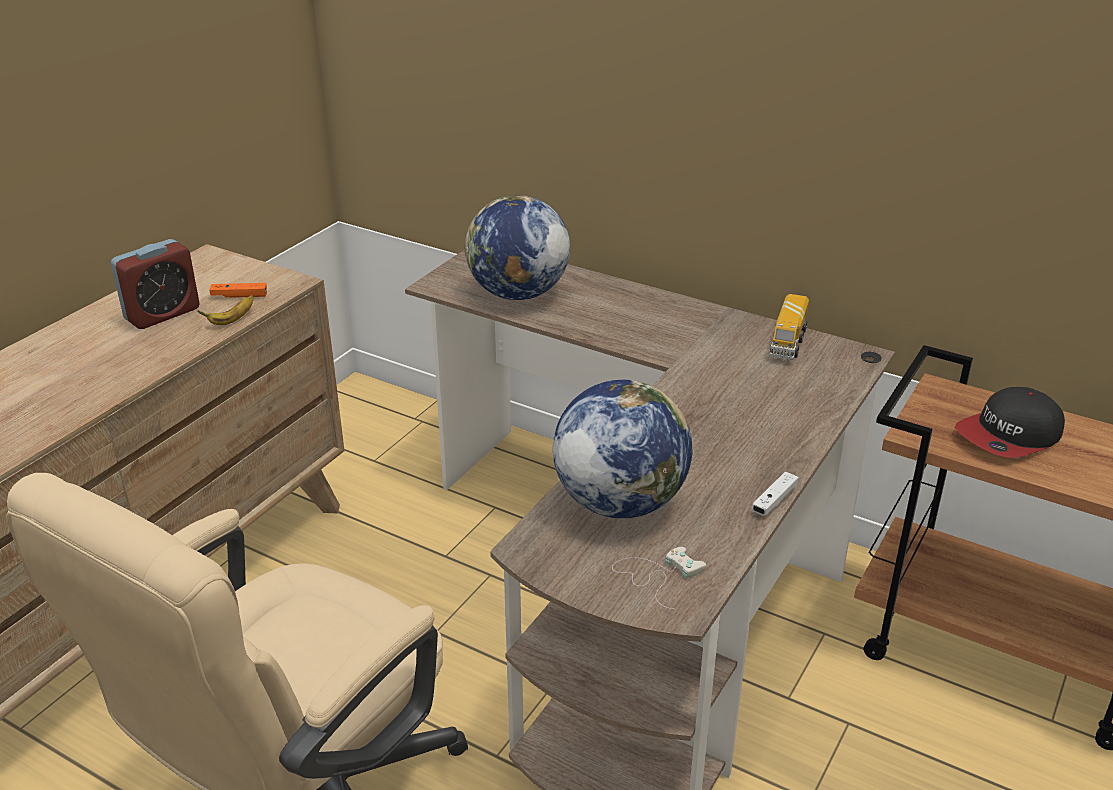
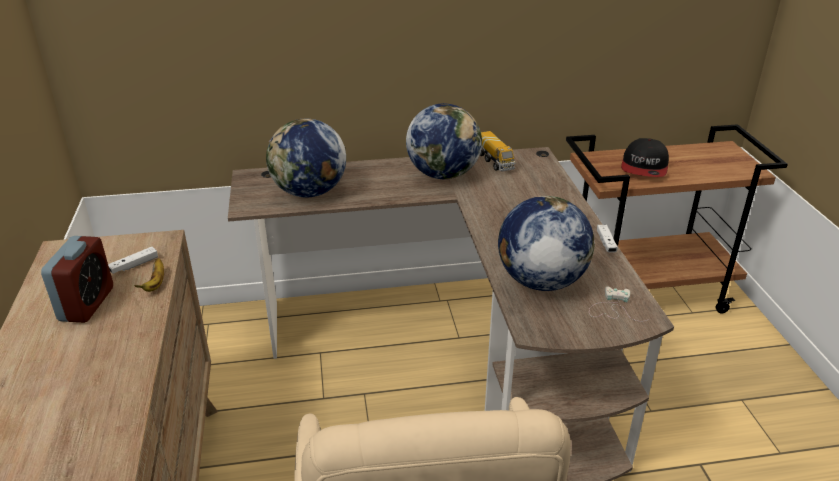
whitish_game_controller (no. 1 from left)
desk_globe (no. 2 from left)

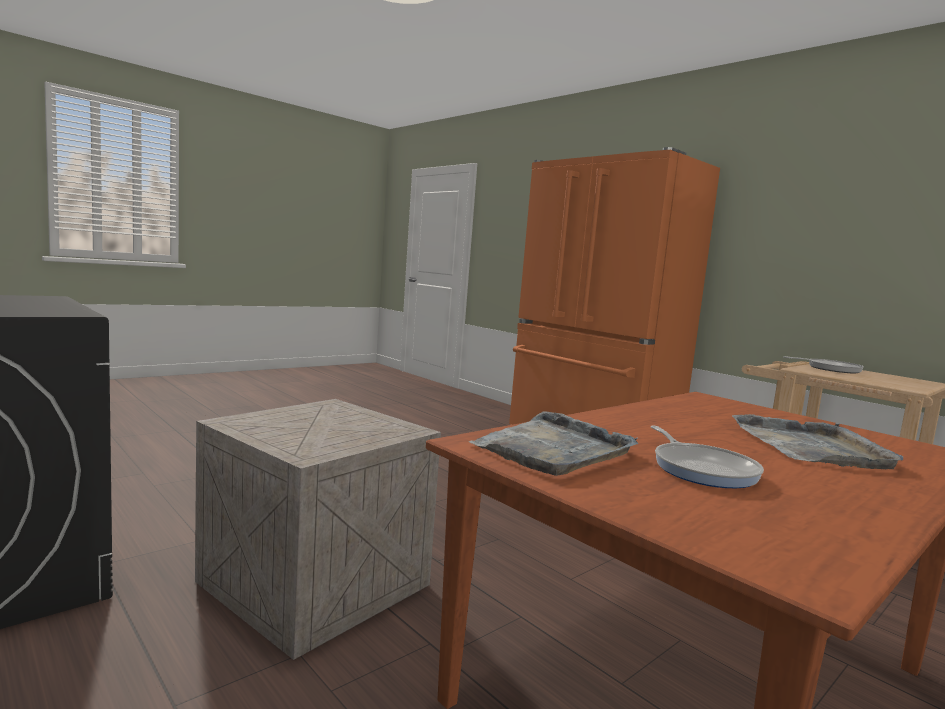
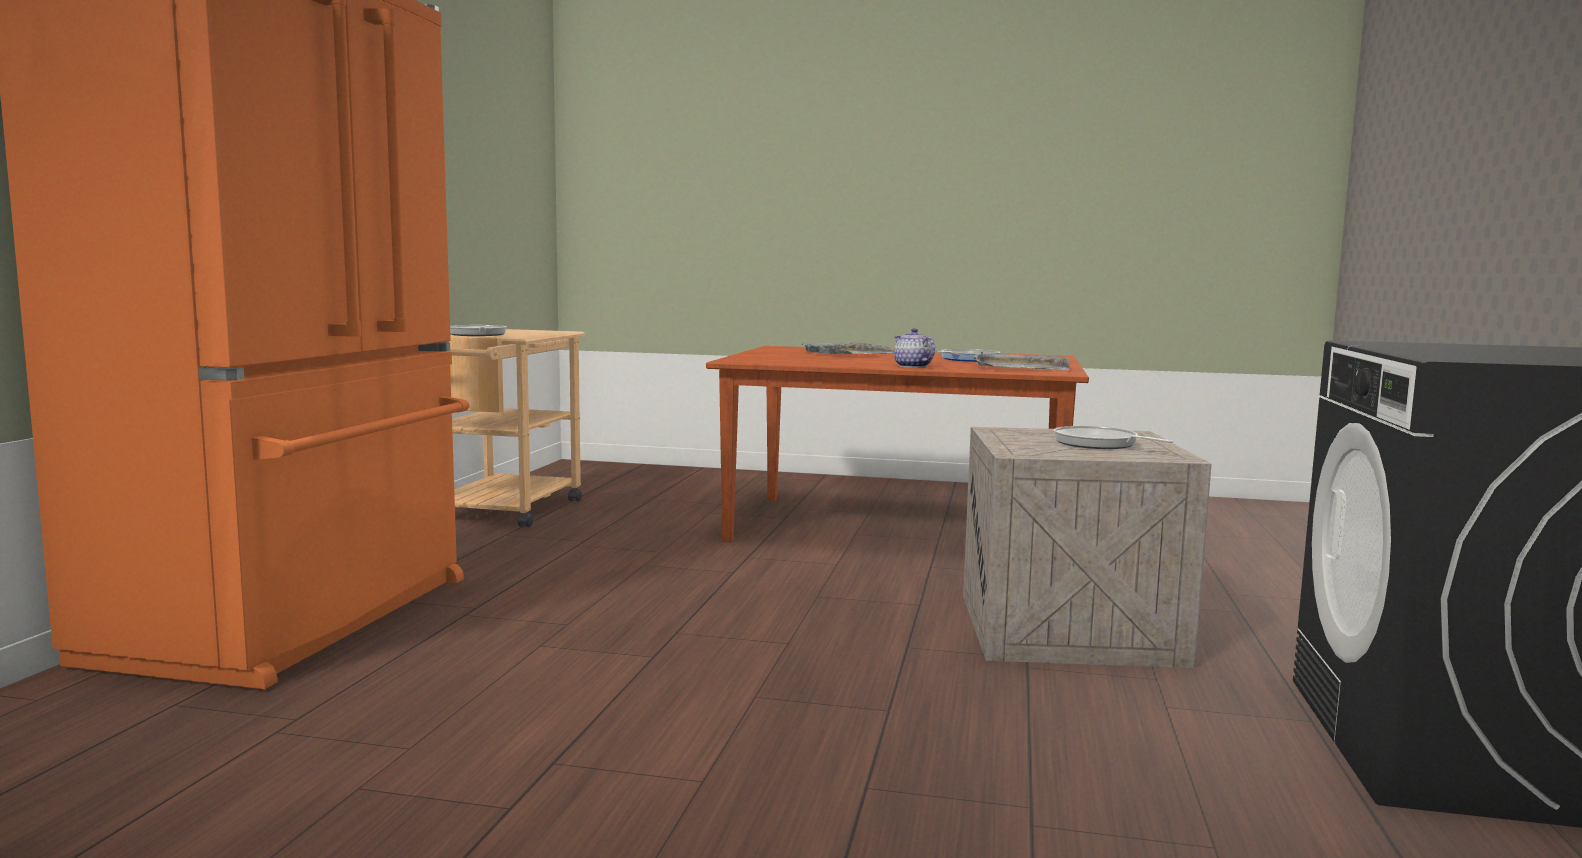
pot_for_tea
pan (no. 3 from left)

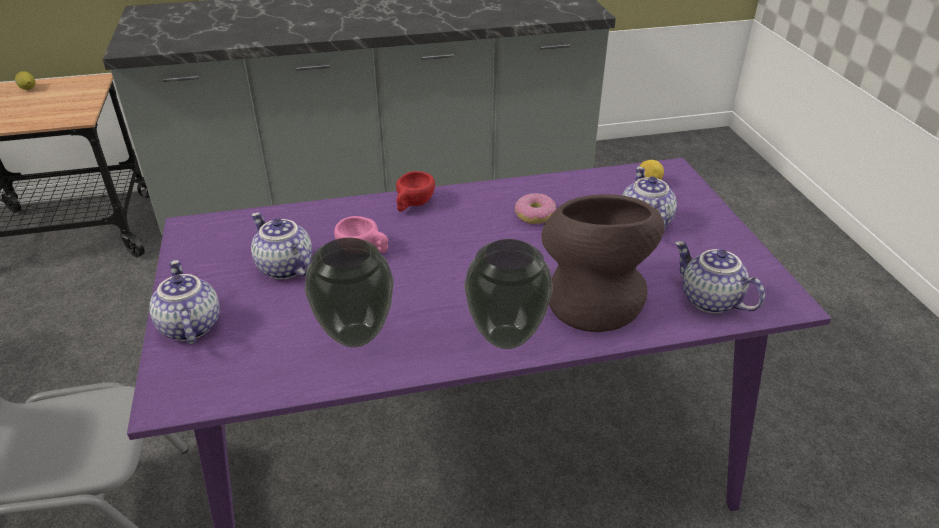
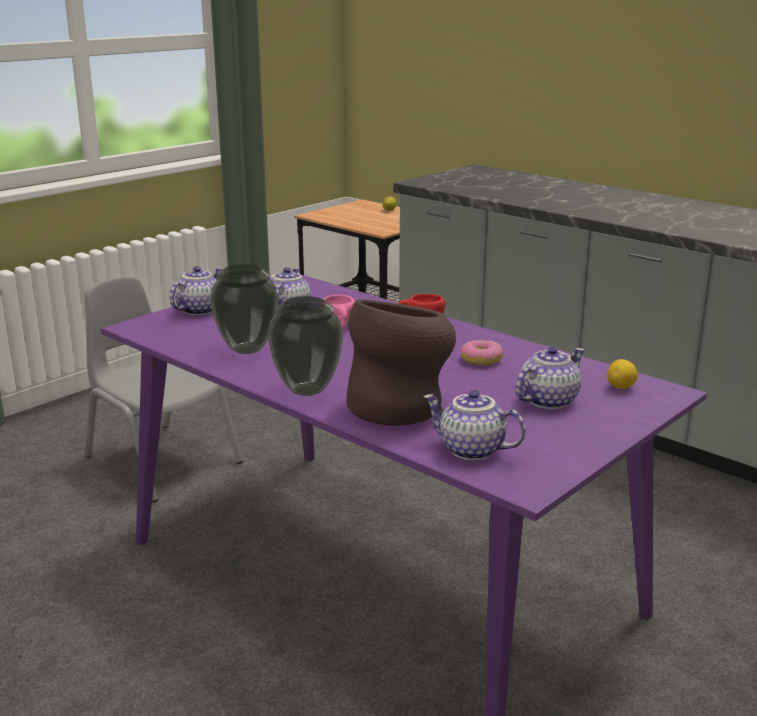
pot_for_tea (no. 3 from left)

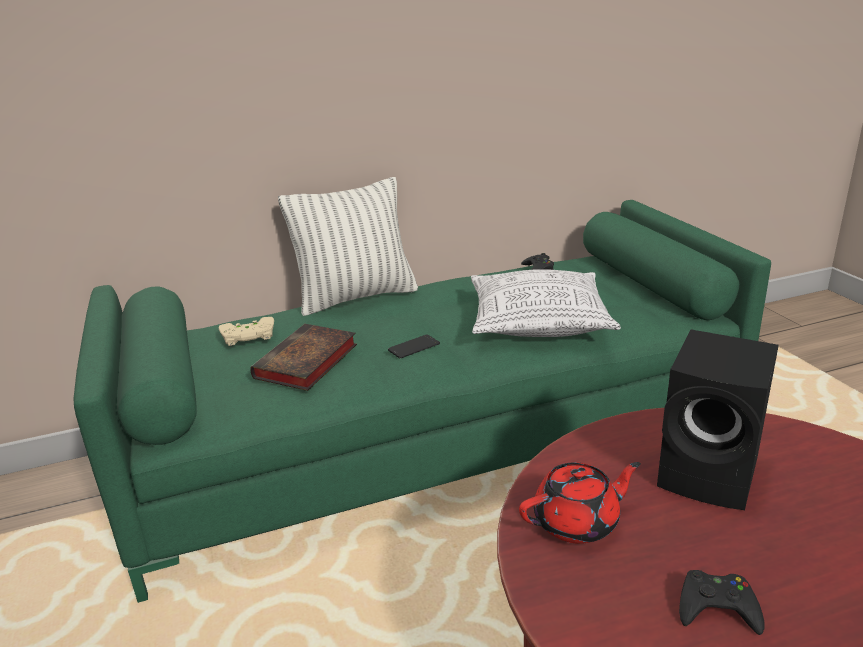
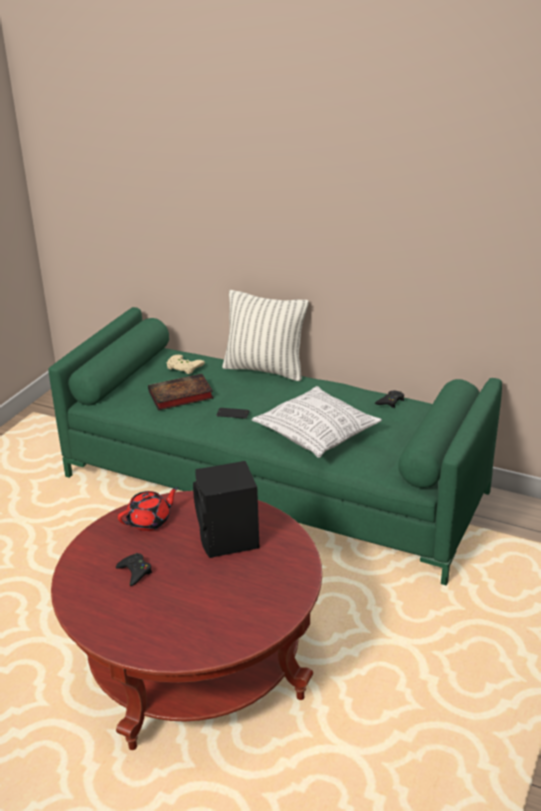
red-coloured_pot_for_tea

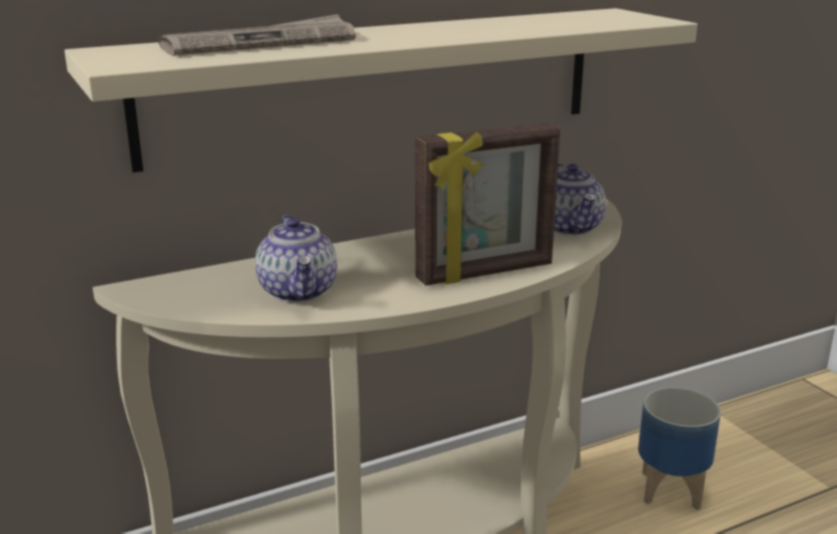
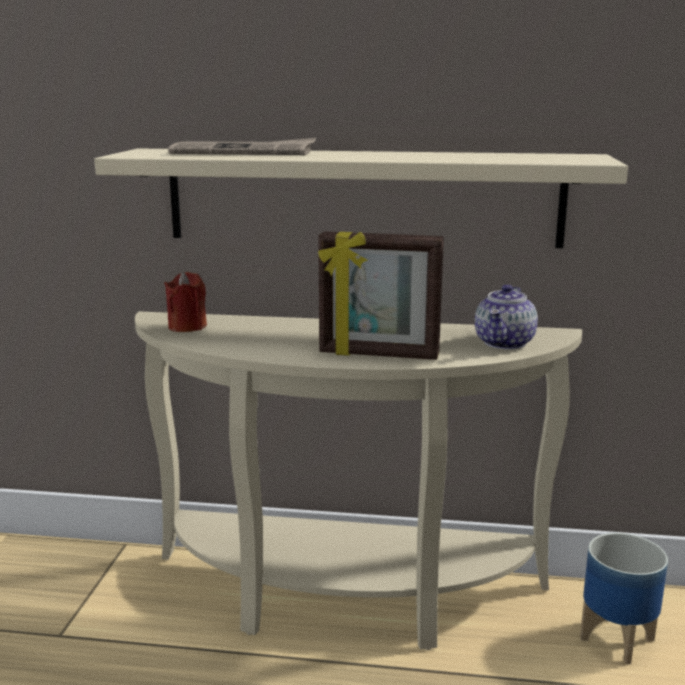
red-coloured_candle
pot_for_tea (no. 1 from left in the first image)

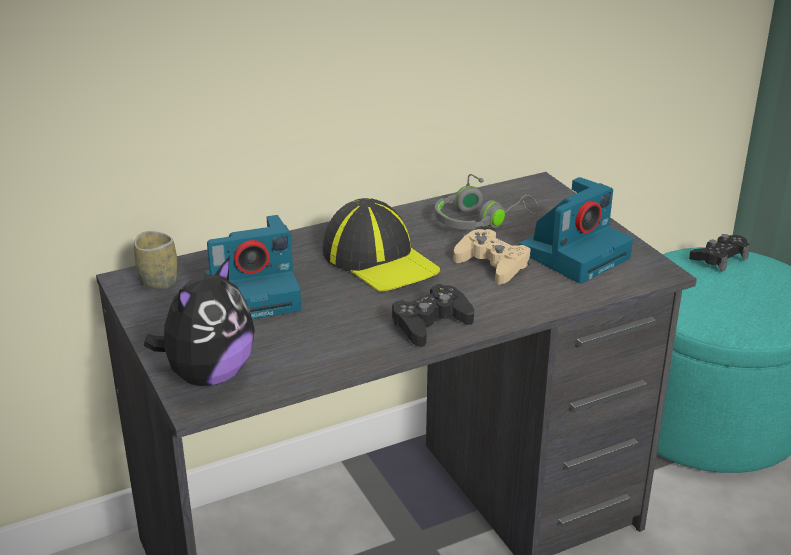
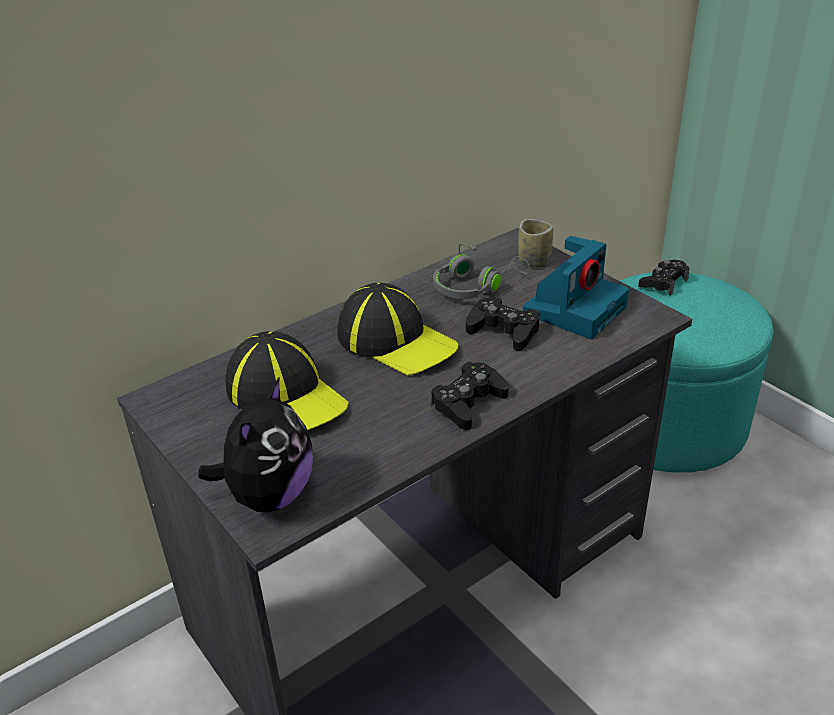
peaked_cap (no. 1 from left)
blackish_game_controller (no. 2 from left)
drinking_cup

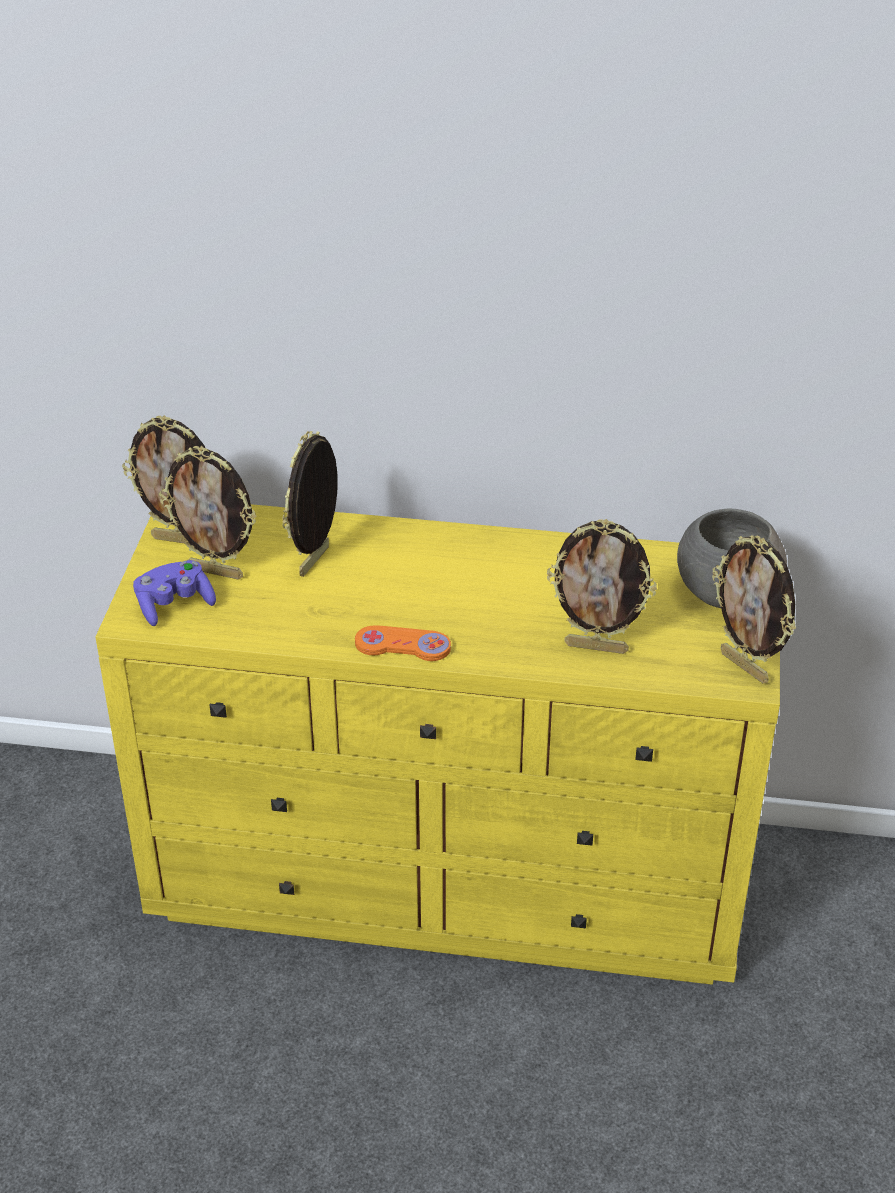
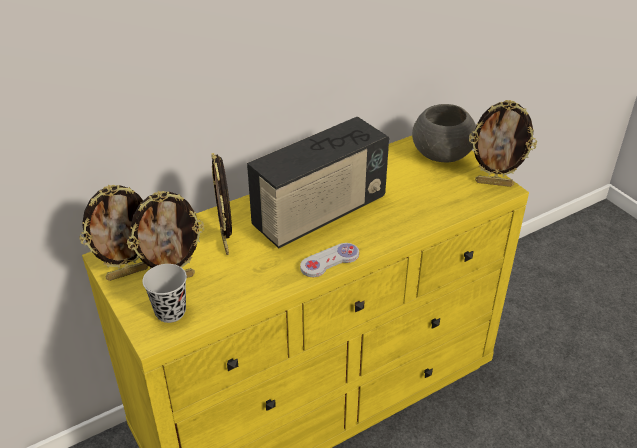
blackish_drinking_cup
radio
whitish_game_controller
photo_frame (no. 4 from left in the first image)

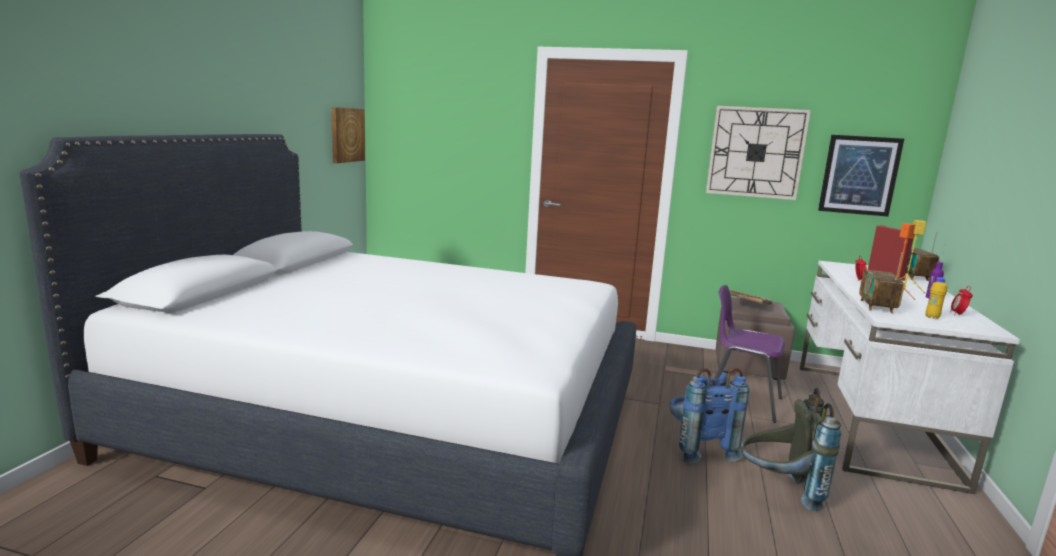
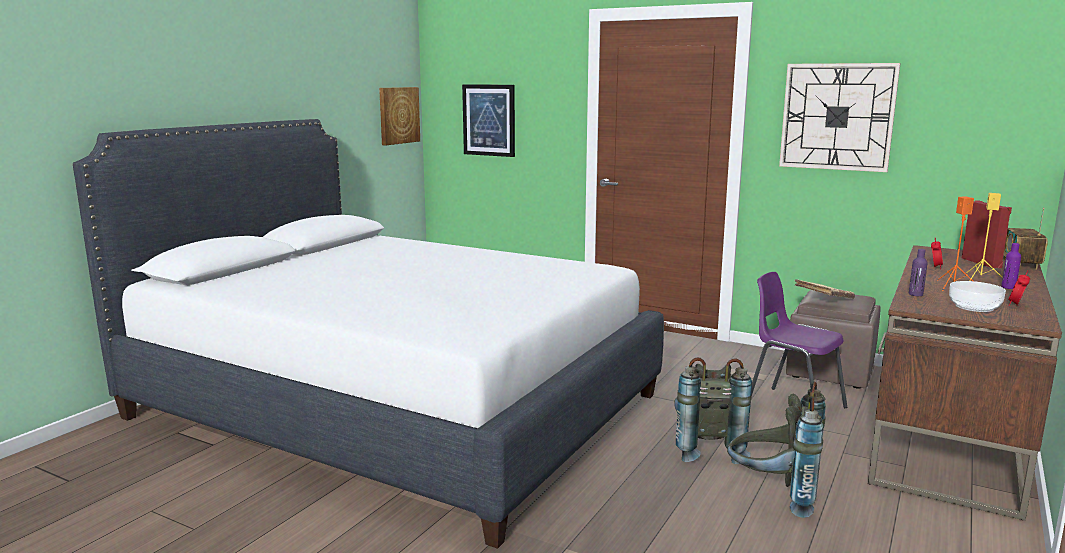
wall_picture (no. 2 from left)
greyish_rucksack (no. 1 from left)
brown_desk_unit
purple-coloured_drink_bottle (no. 1 from left)
deep_dish

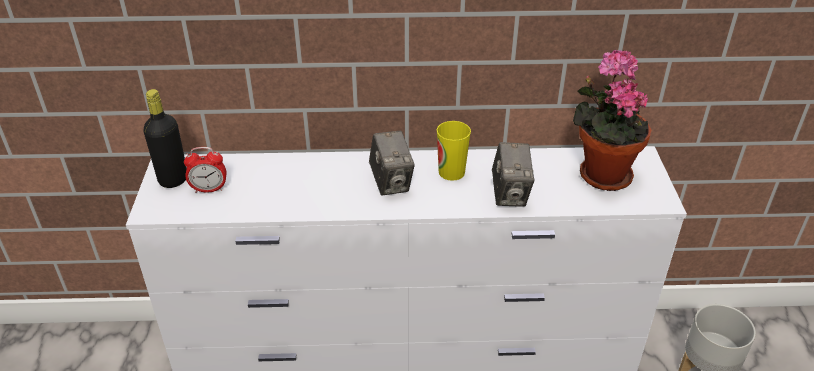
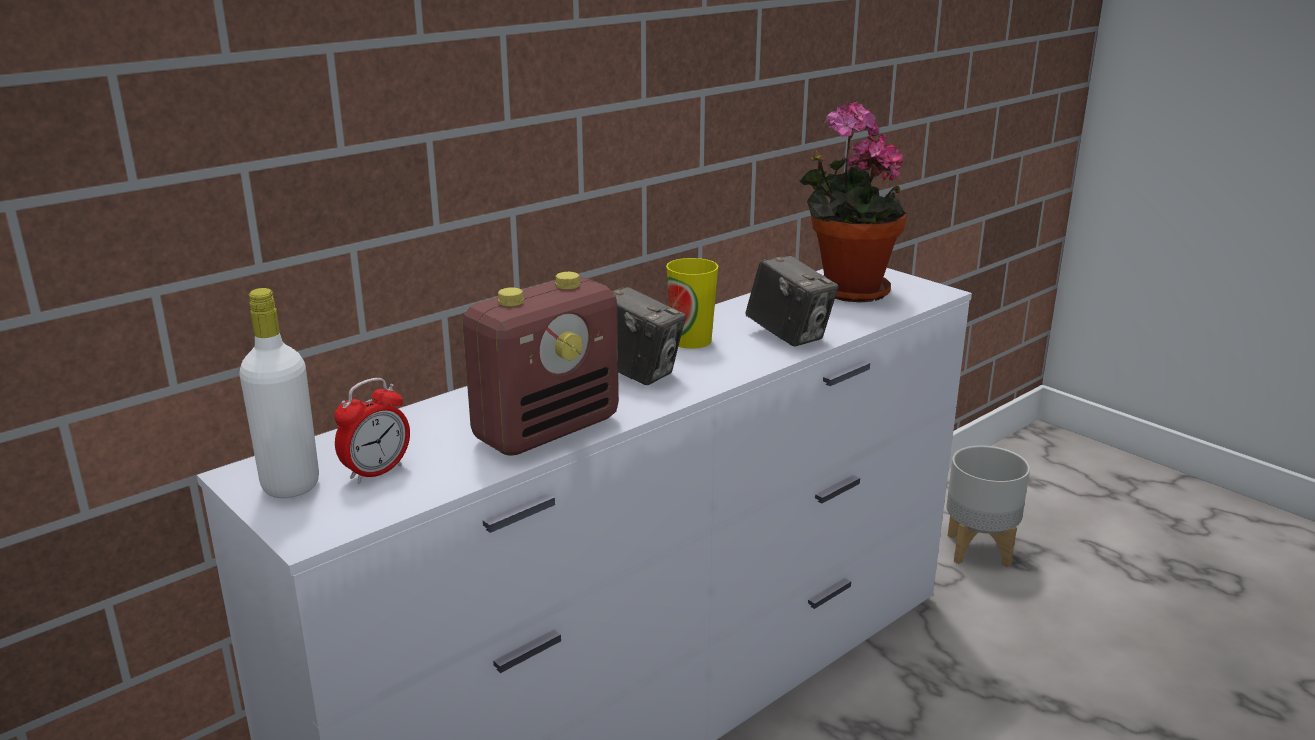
whitish_drink_bottle
radio

